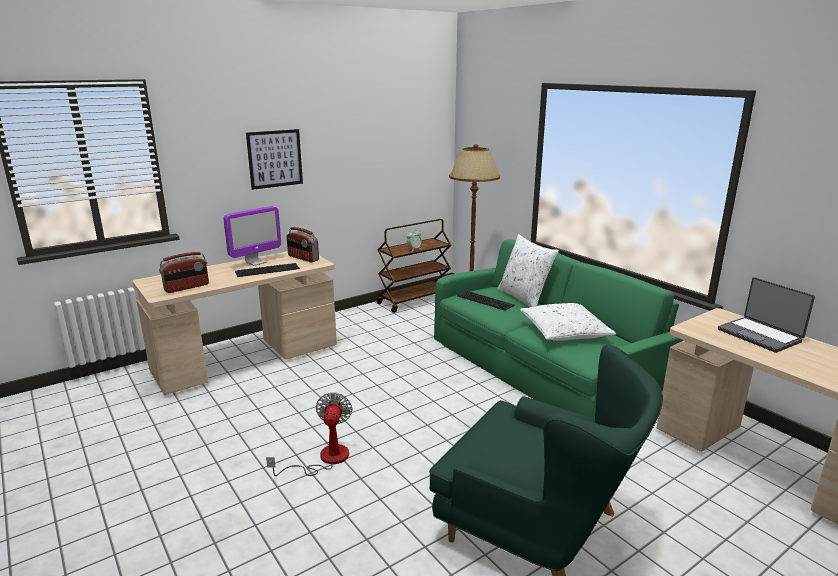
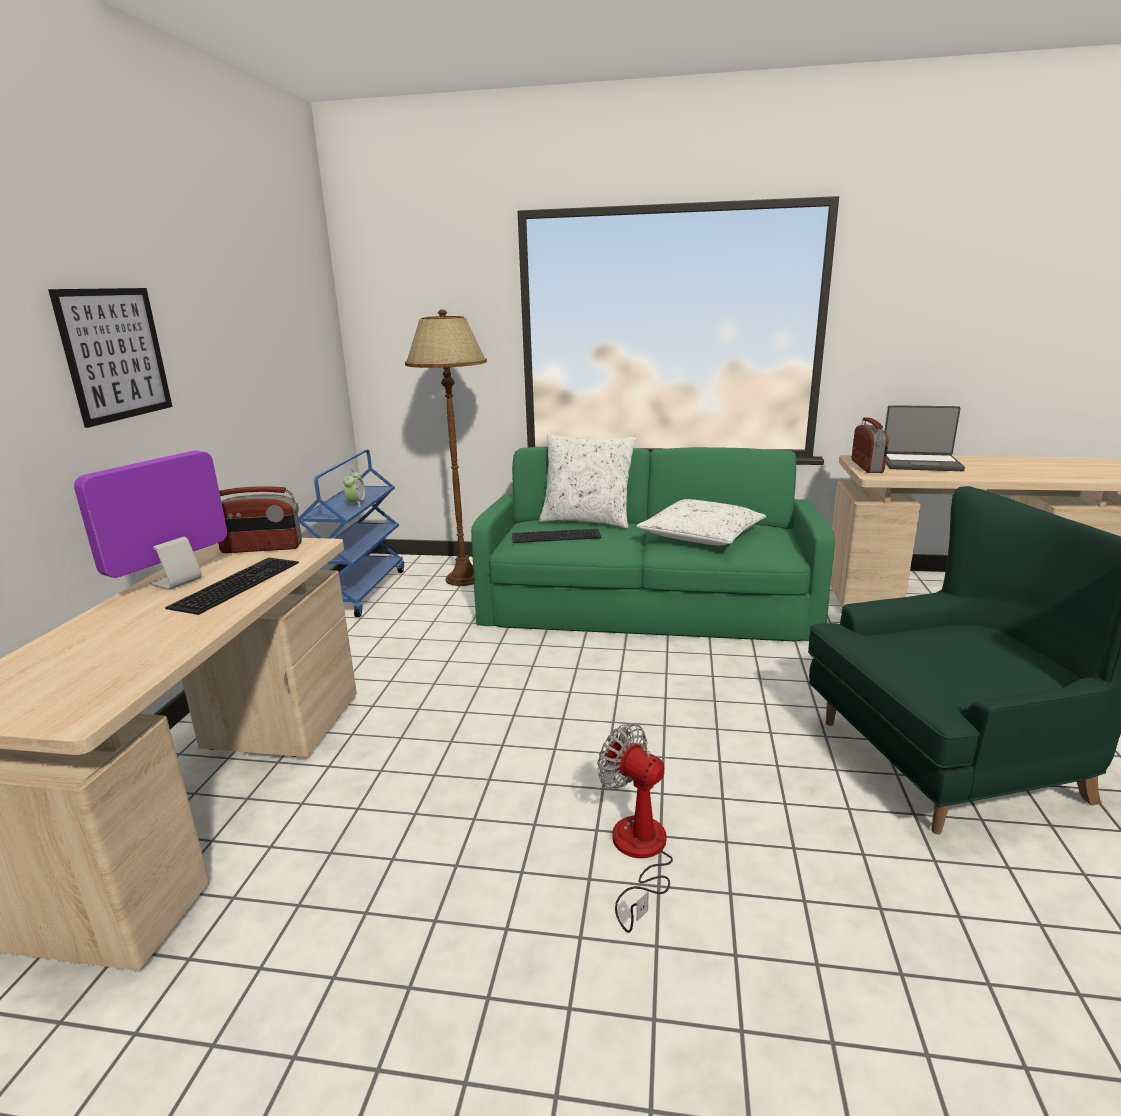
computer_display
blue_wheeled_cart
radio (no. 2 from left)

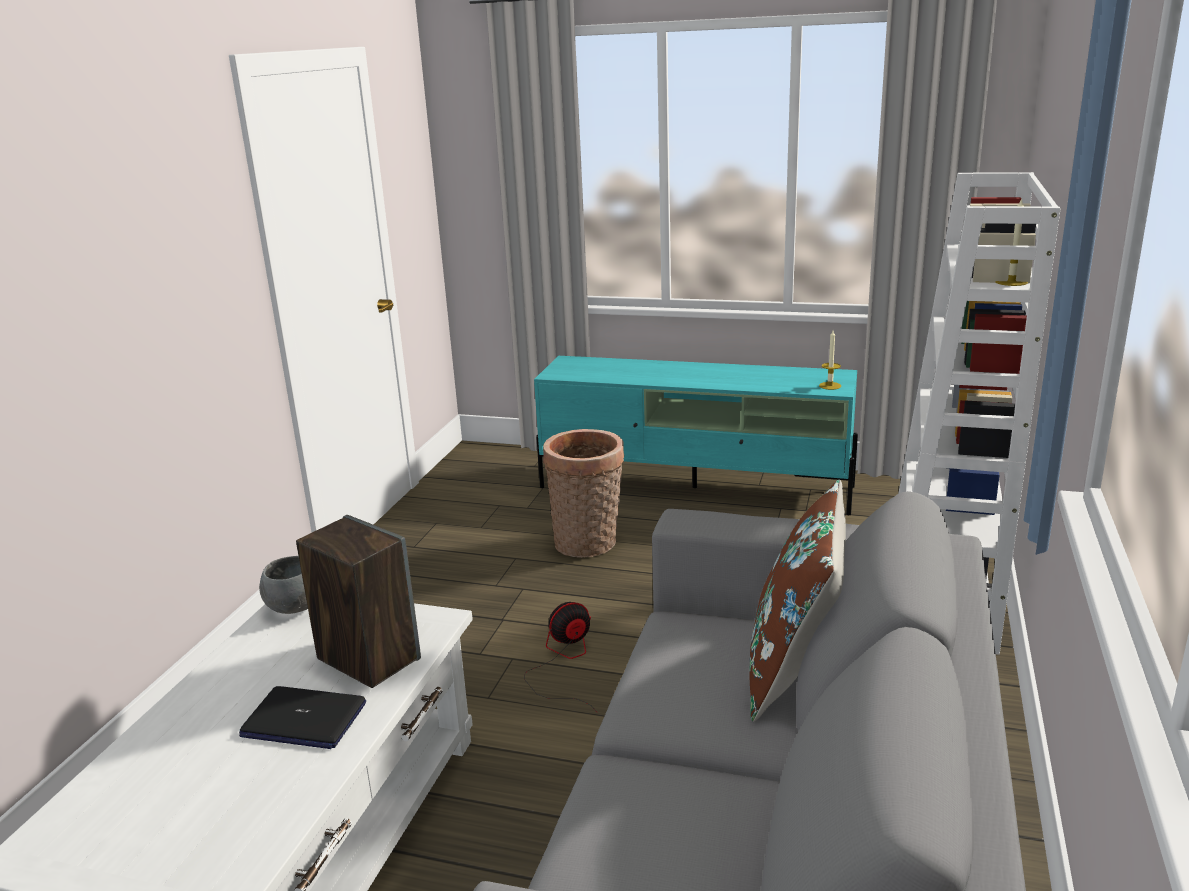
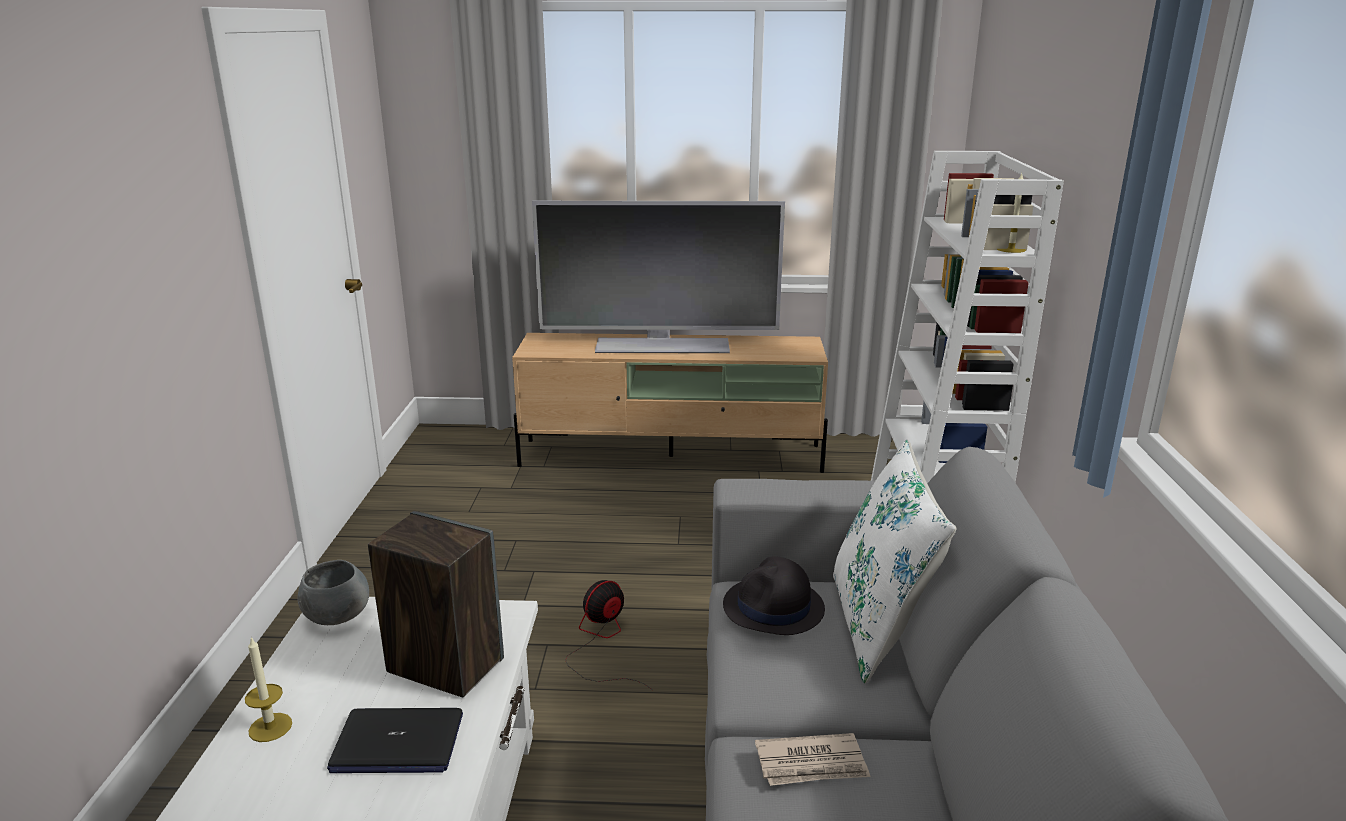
candle (no. 1 from left)
sand-coloured_tv_unit
TV
blackish_clothing_hat
daily_paper
whitish_pillow
household_basket

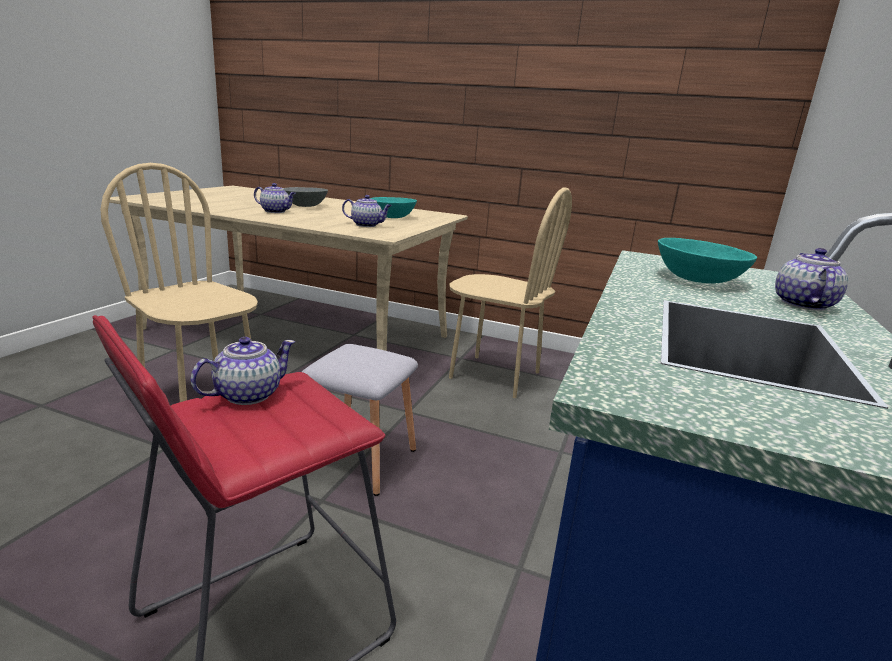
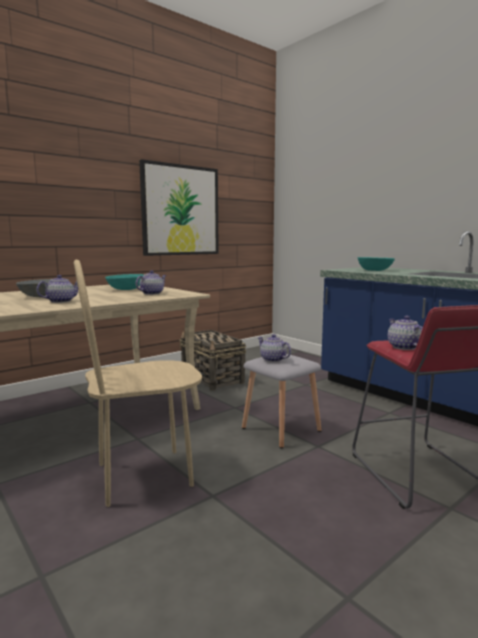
wall_picture
household_basket
pot_for_tea (no. 3 from left)

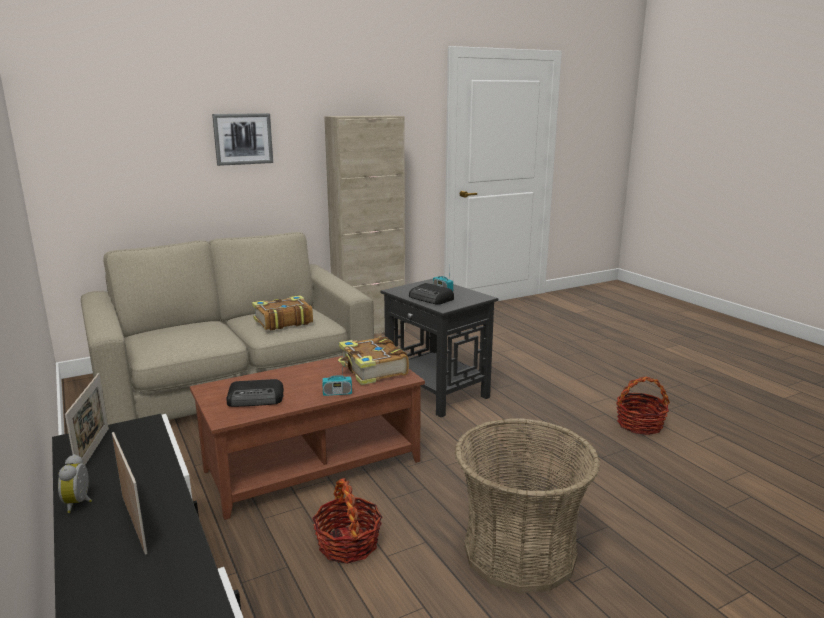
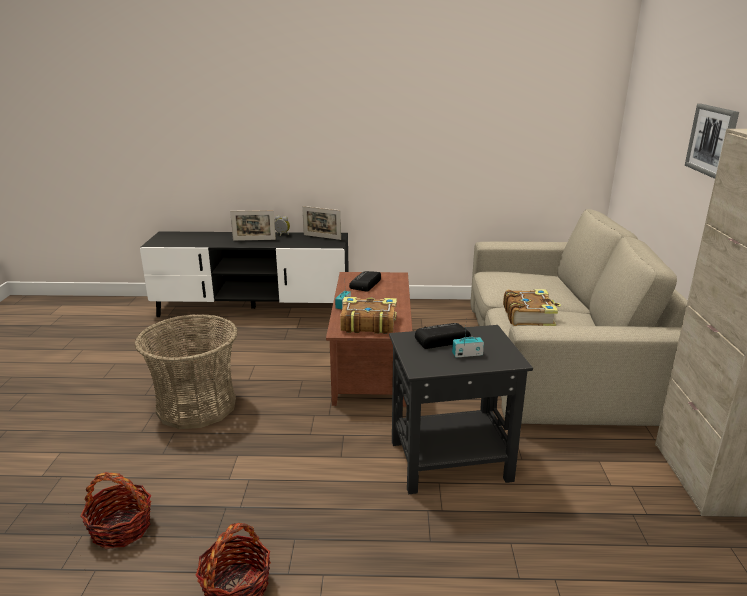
household_basket (no. 1 from left)

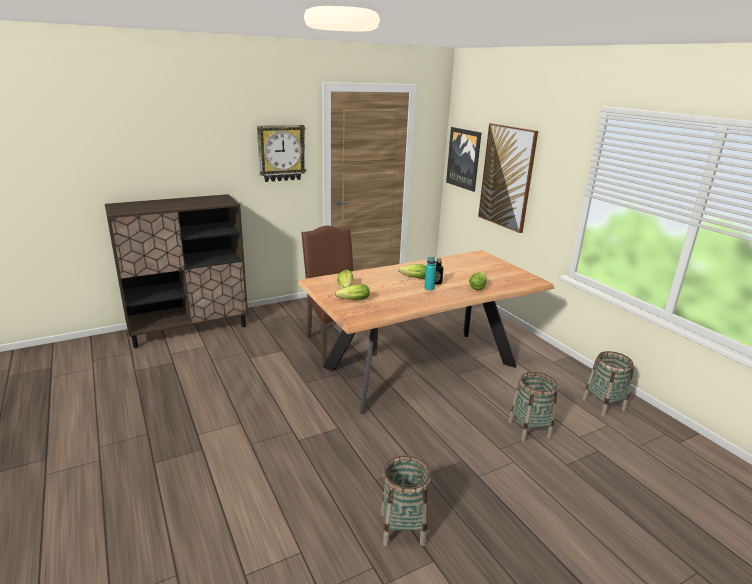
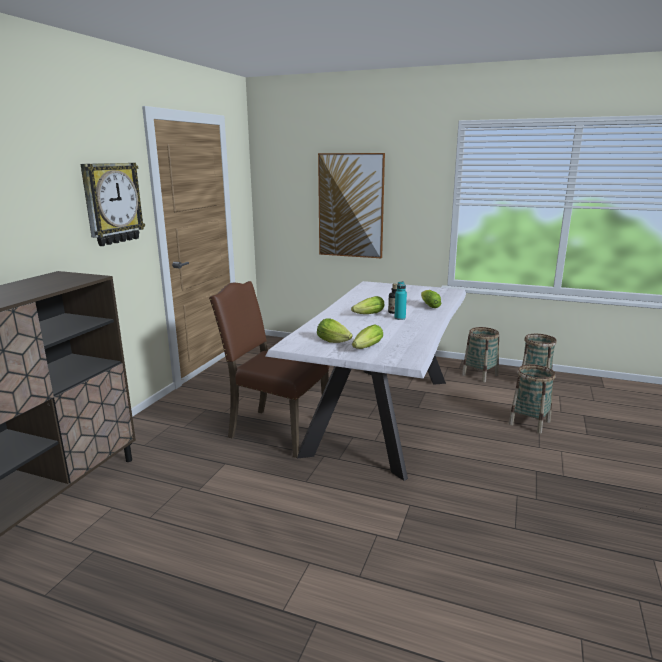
whitish_dinner_table
household_basket (no. 1 from left)
wall_picture (no. 1 from left in the first image)

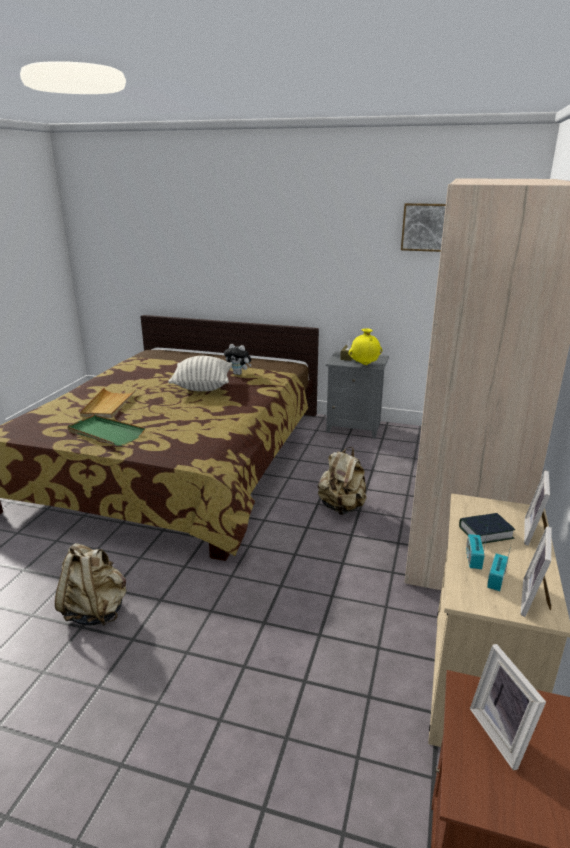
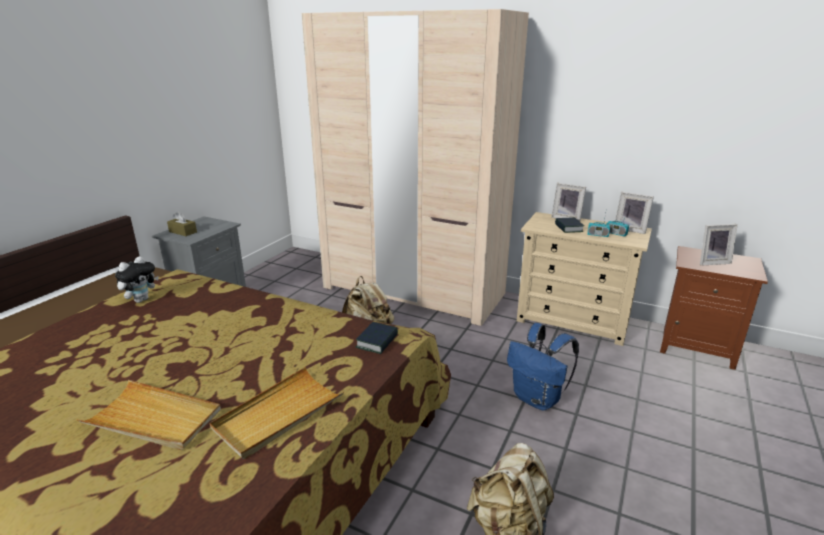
sand-coloured_tray (no. 2 from left)
book (no. 1 from left)
blue_rucksack
pillow
yellow_vase
wall_picture

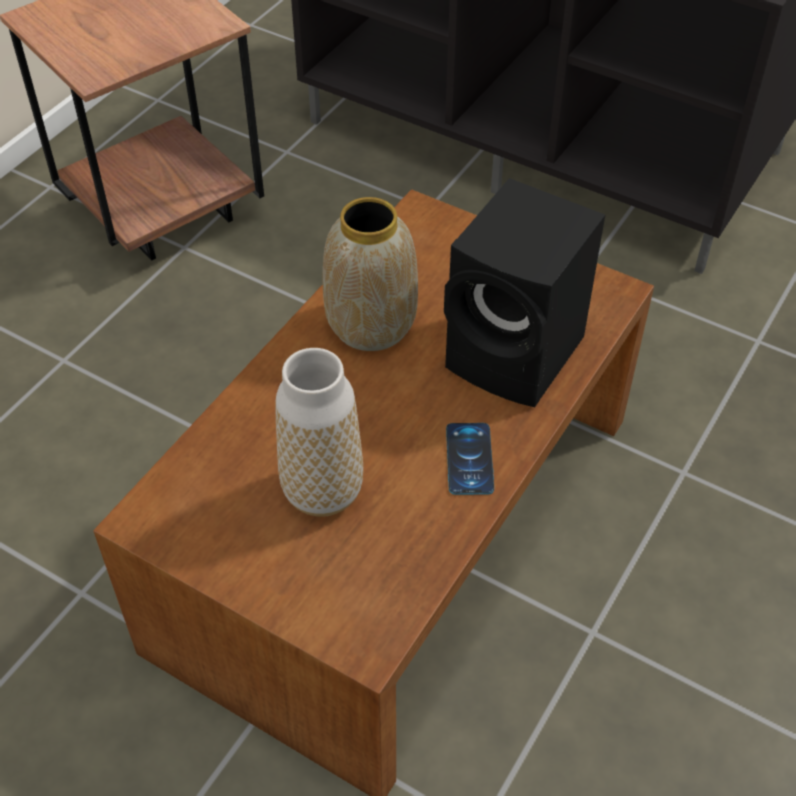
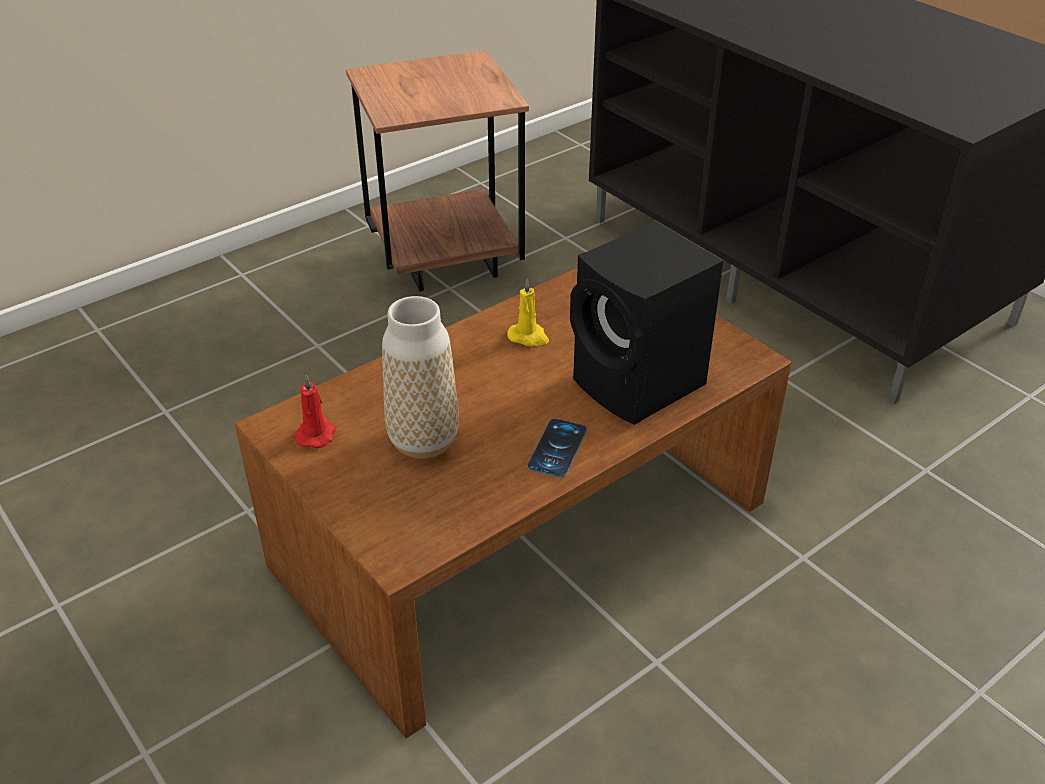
red-coloured_candle
yellow_candle

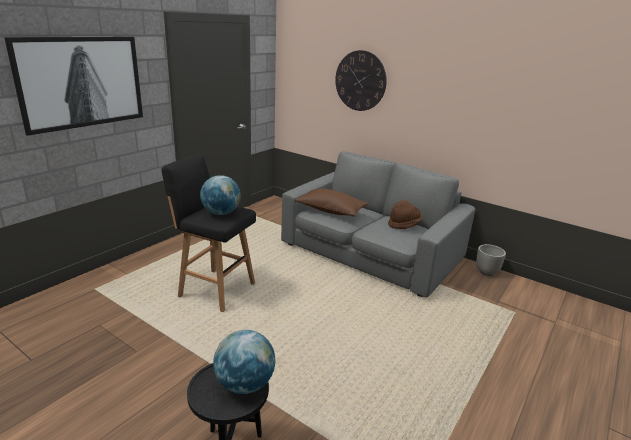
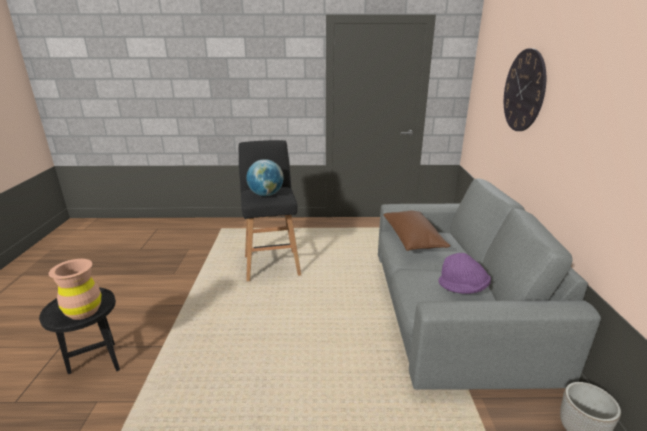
brown_vase
purple-coloured_clothing_hat
wall_picture

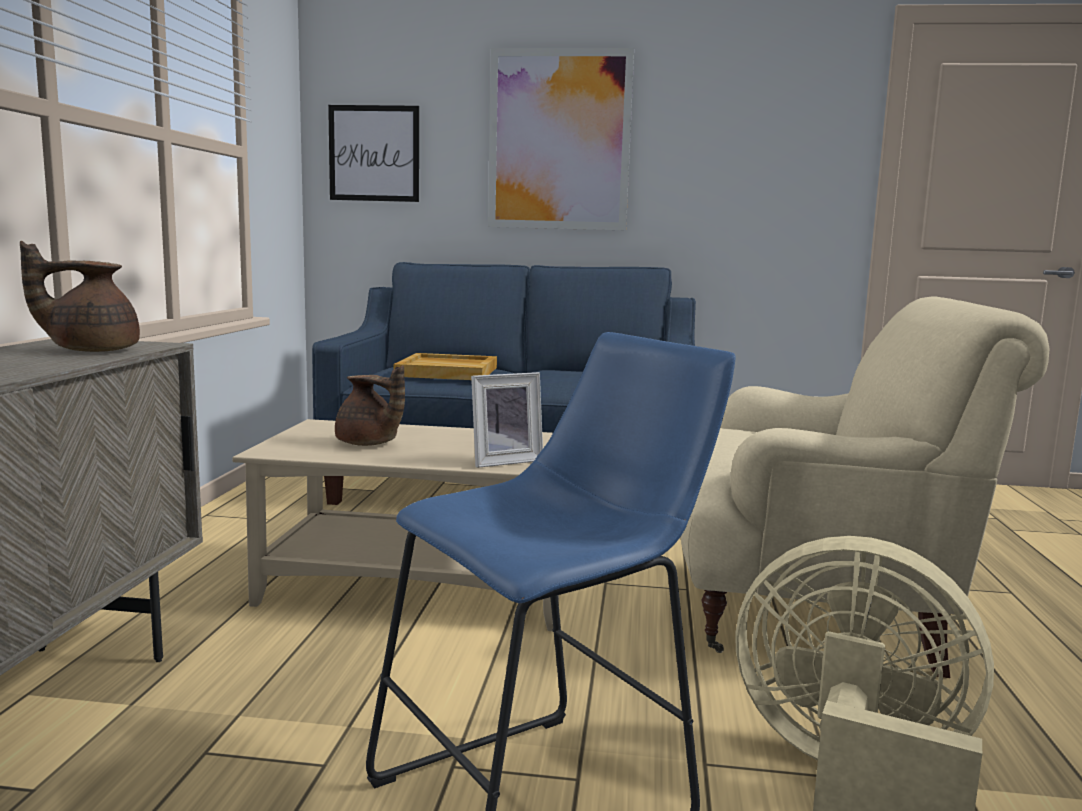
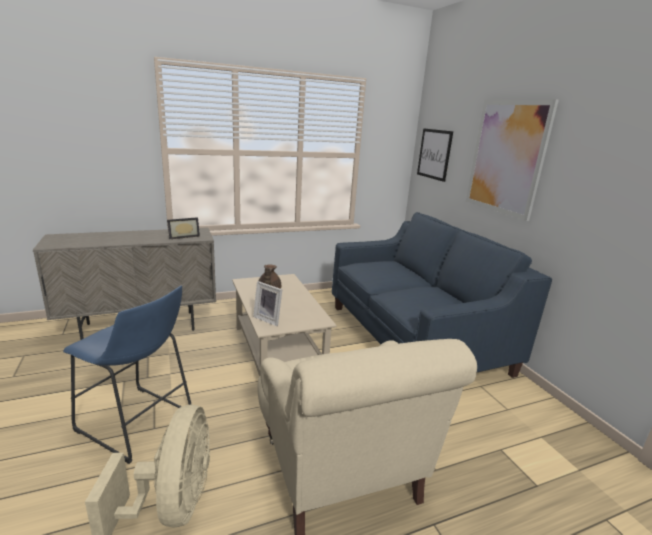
photo_frame (no. 1 from left)
sand-coloured_tray

